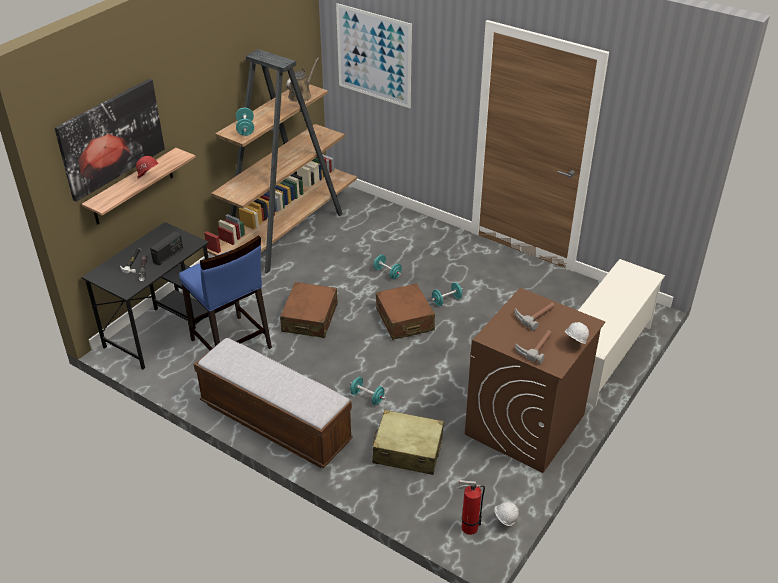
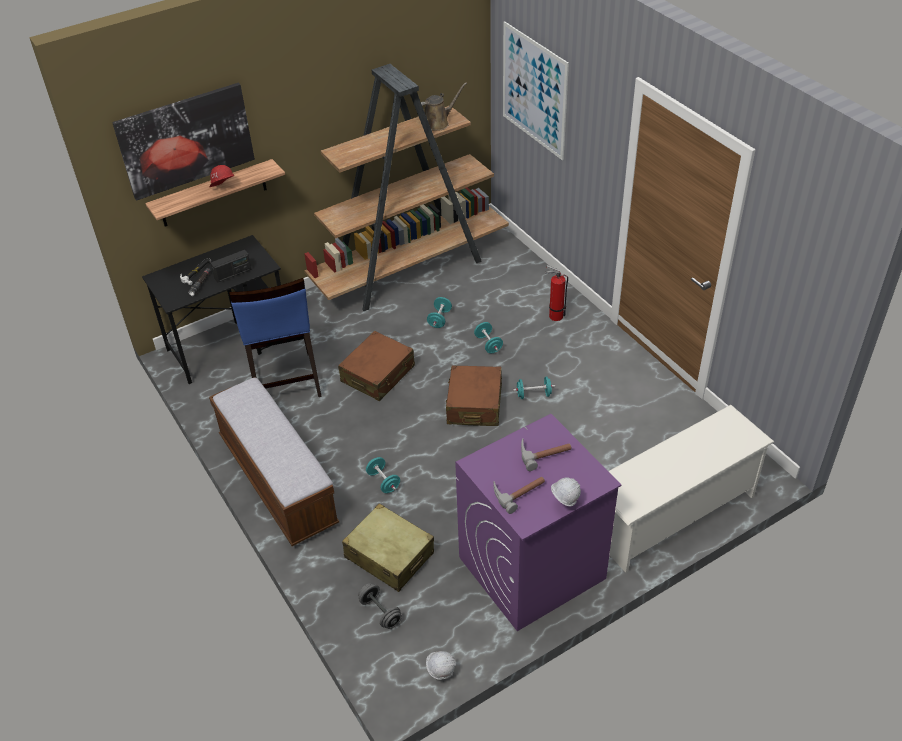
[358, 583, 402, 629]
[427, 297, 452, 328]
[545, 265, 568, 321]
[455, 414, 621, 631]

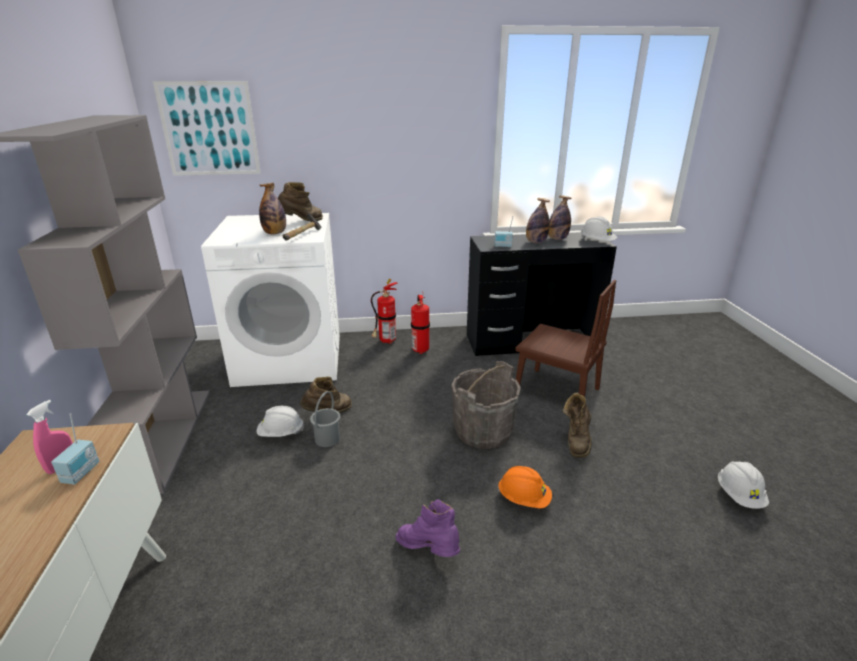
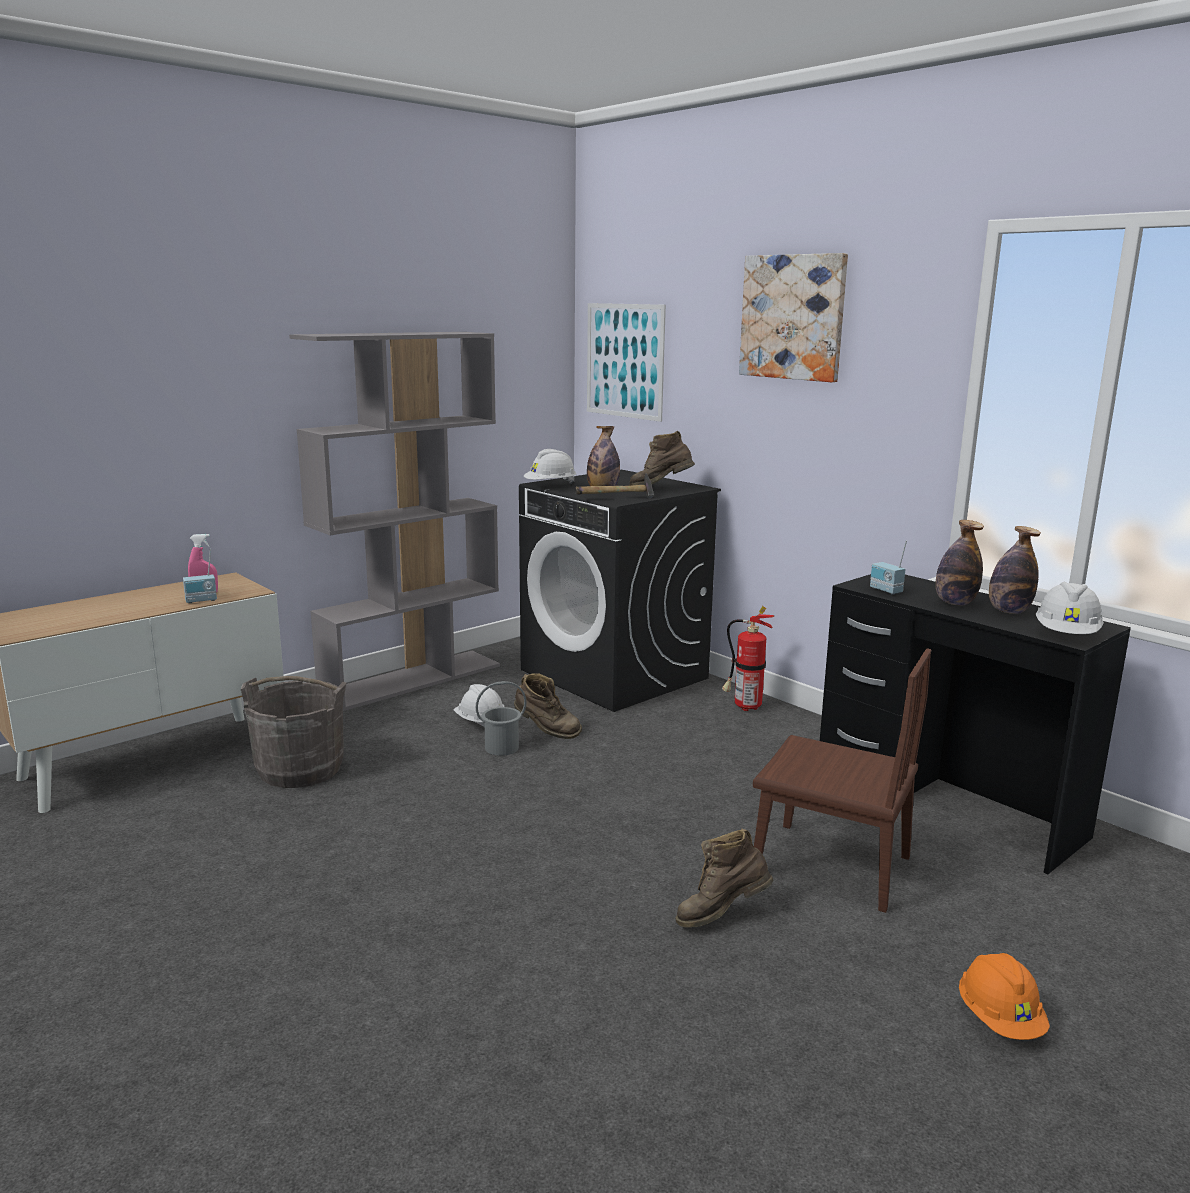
[396, 499, 460, 557] (first image)
[411, 291, 430, 354] (first image)
[739, 253, 848, 382]
[241, 676, 347, 788]
[959, 953, 1050, 1040]
[524, 449, 576, 484]
[519, 470, 721, 712]
[629, 431, 695, 486]
[753, 648, 931, 913]

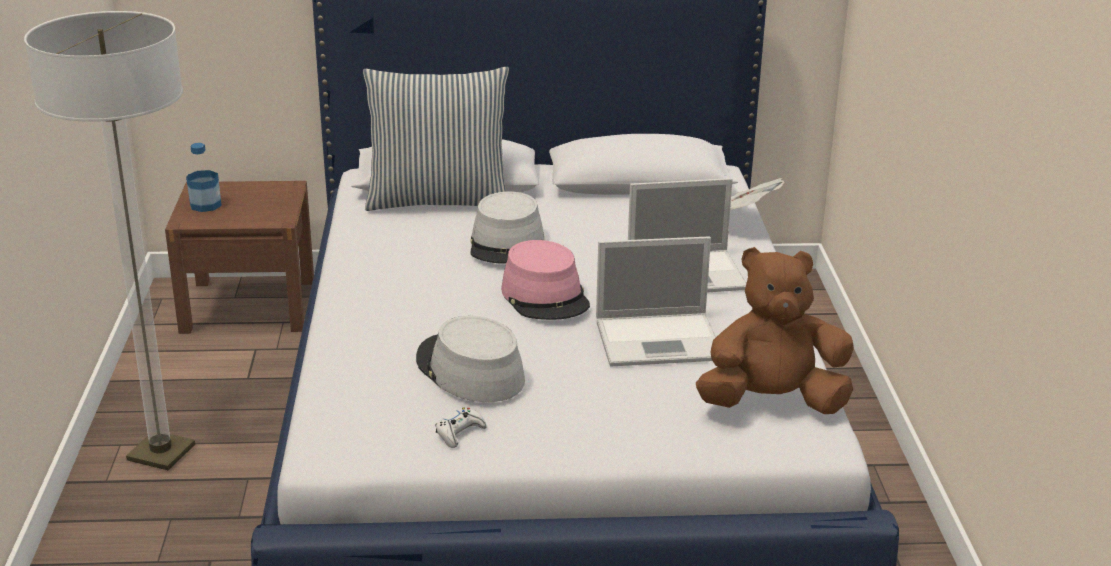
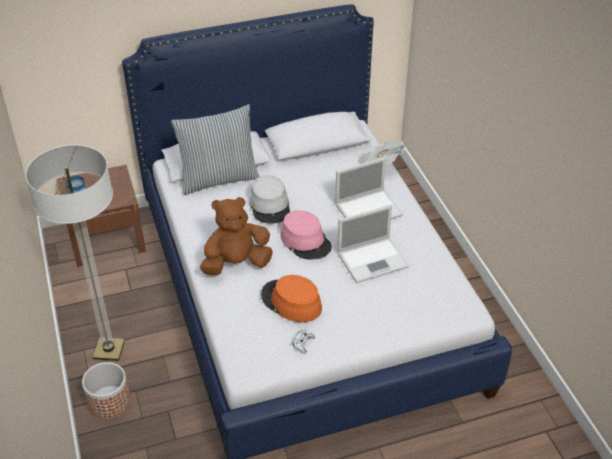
[82, 362, 131, 419]
[200, 197, 273, 276]
[261, 275, 322, 322]

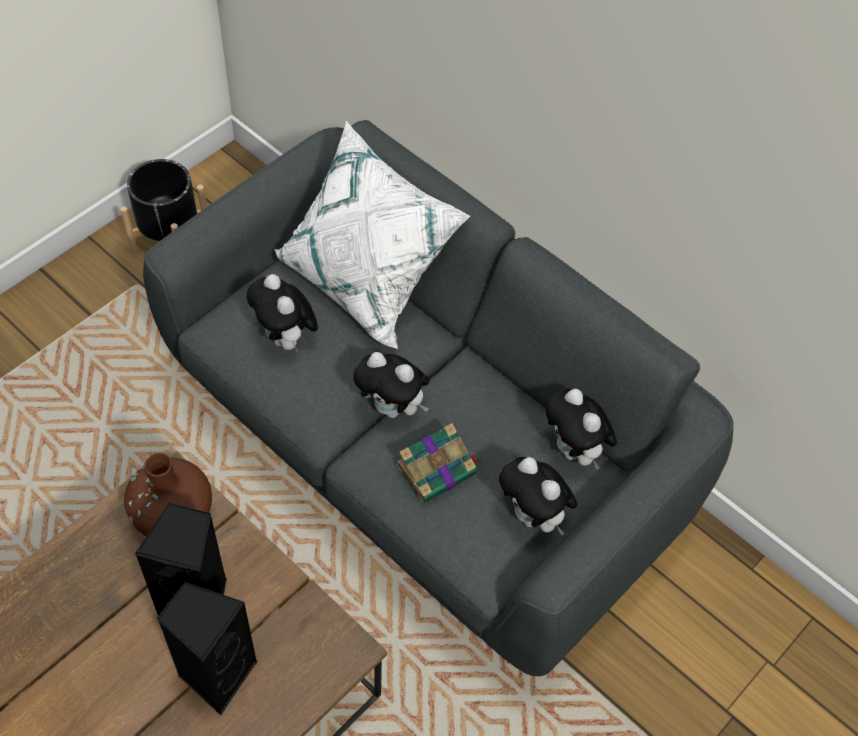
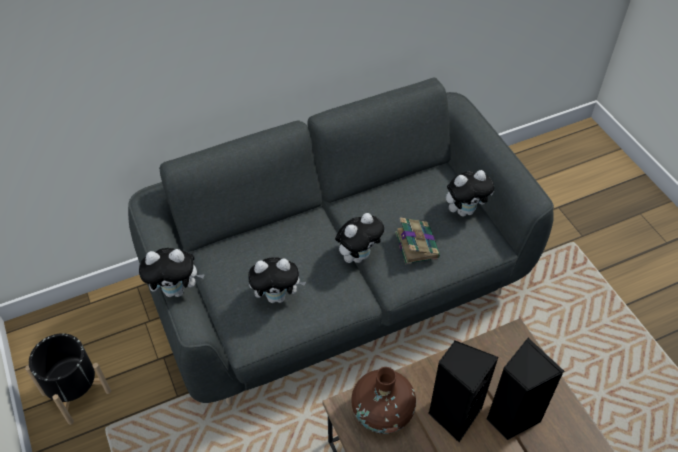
[274, 121, 470, 350] (first image)
[139, 248, 205, 297]

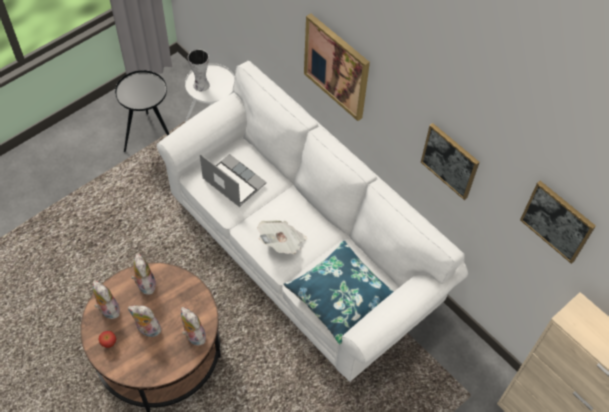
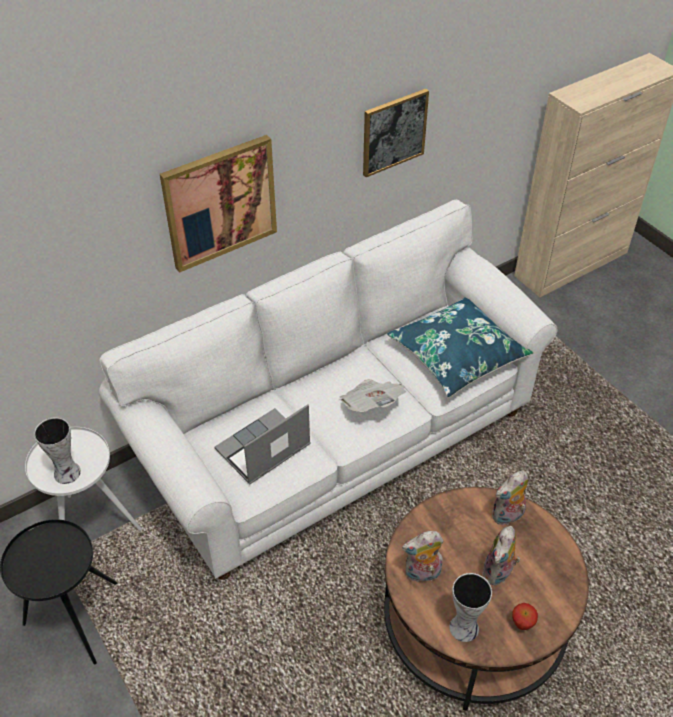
[520, 181, 596, 264] (first image)
[449, 573, 492, 642]

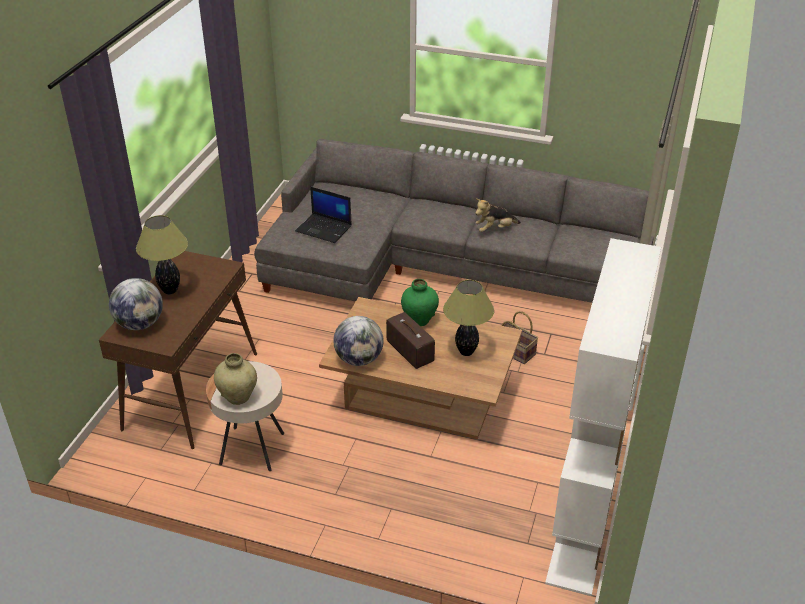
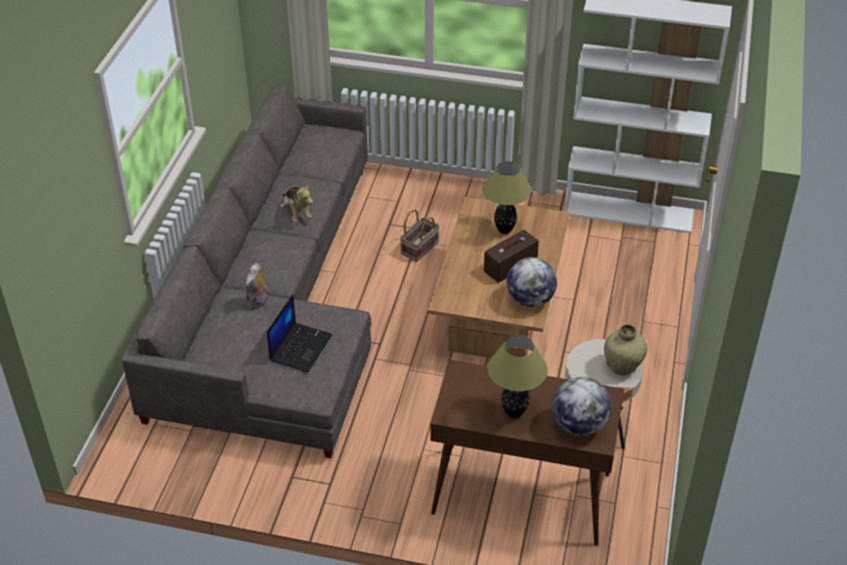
[401, 279, 439, 326] (first image)
[245, 263, 268, 310]

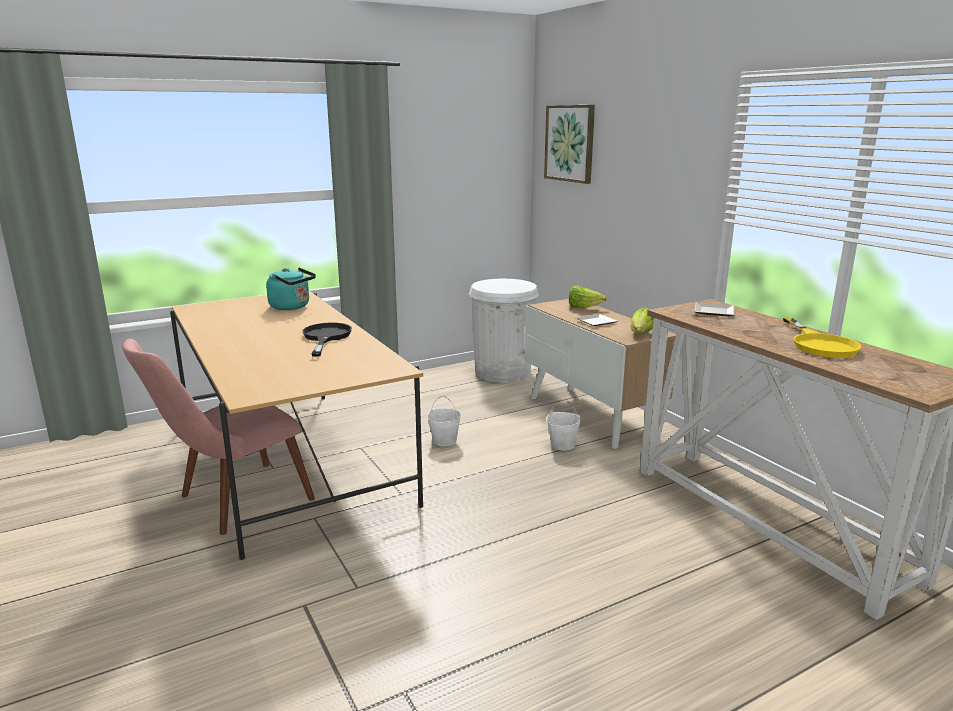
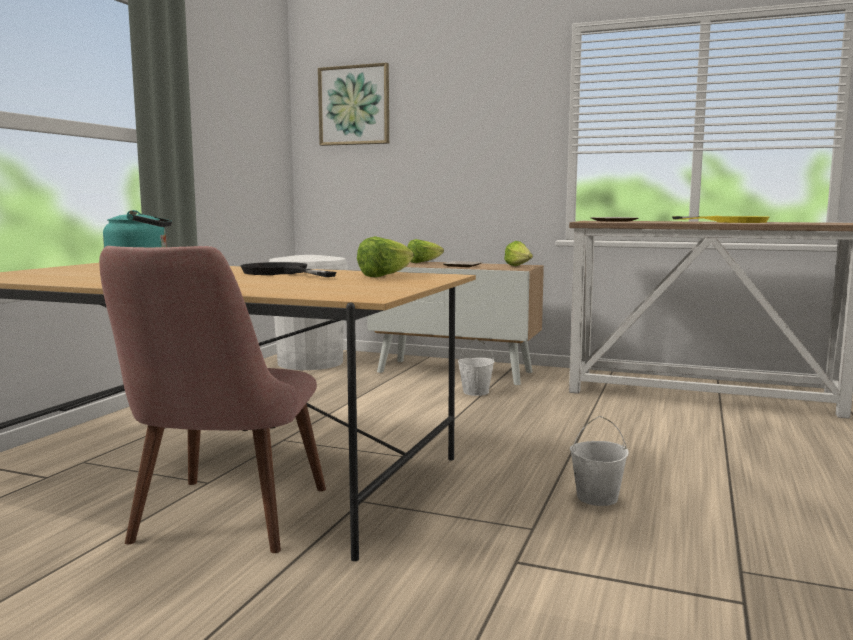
[357, 236, 414, 277]
[570, 416, 629, 506]

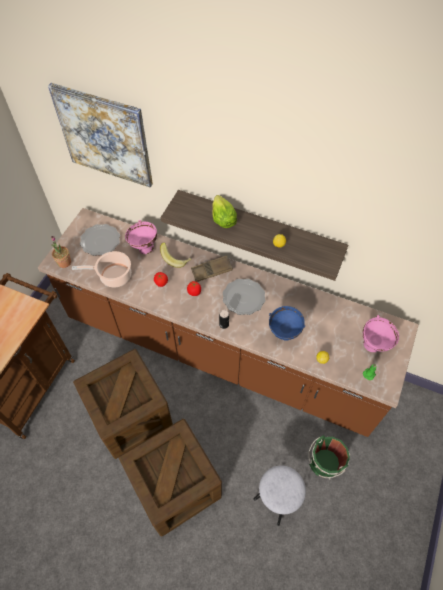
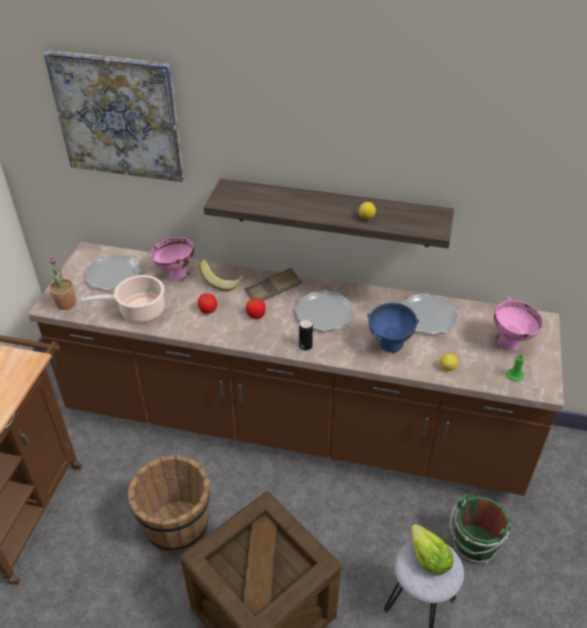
[401, 293, 459, 334]
[411, 524, 454, 575]
[128, 455, 210, 554]

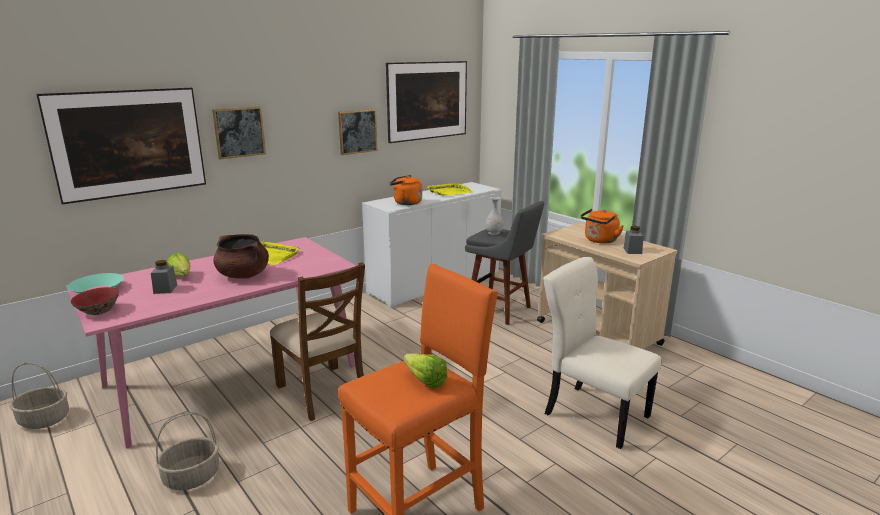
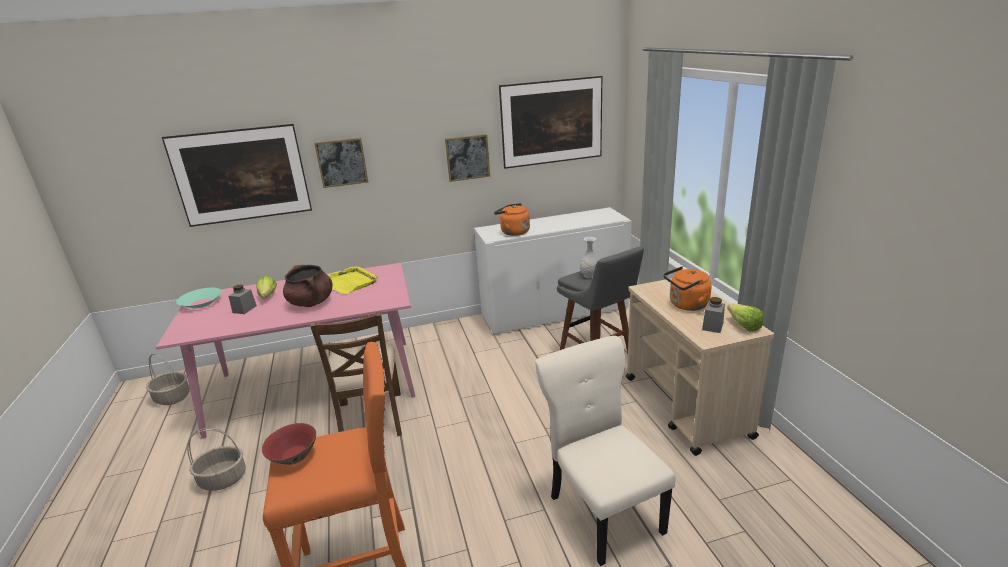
[427, 183, 473, 196] (first image)
[262, 423, 316, 465]
[727, 304, 764, 331]

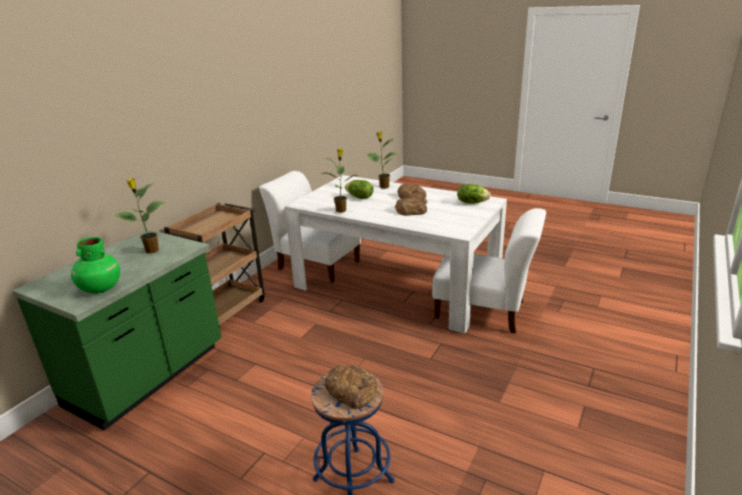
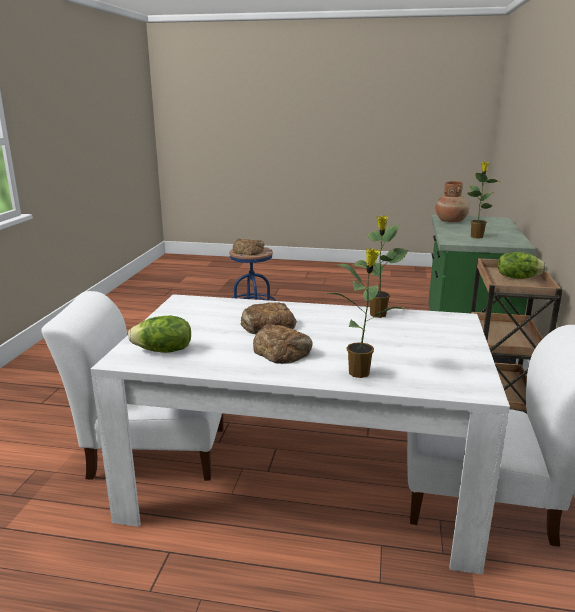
[498, 252, 546, 279]
[436, 181, 469, 222]

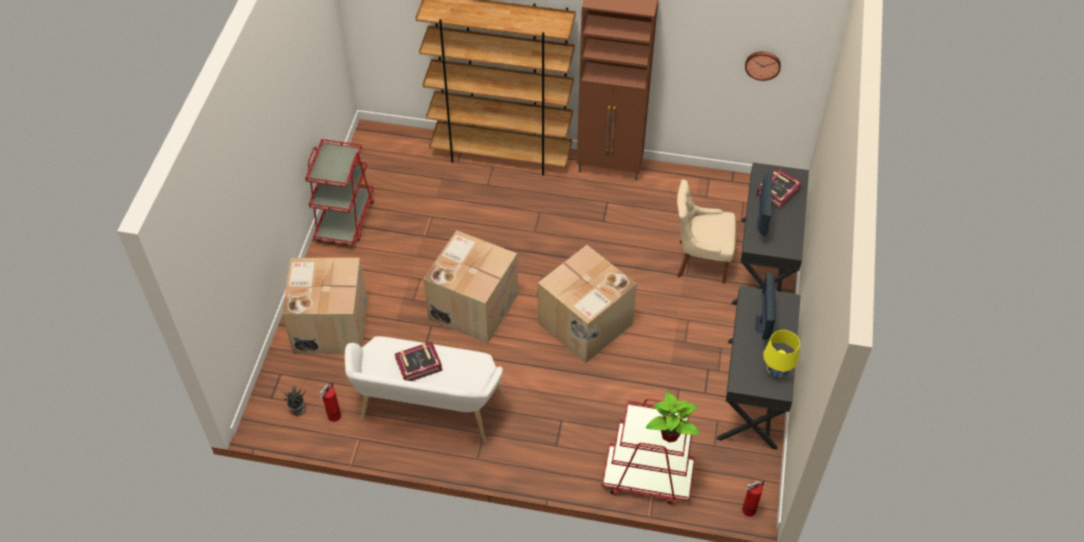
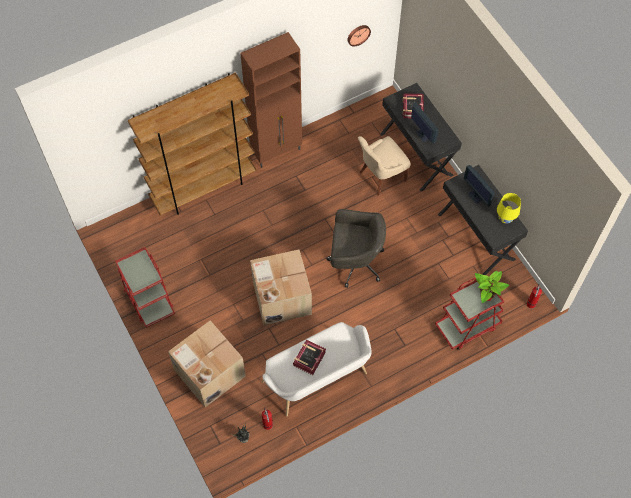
[327, 209, 386, 288]

